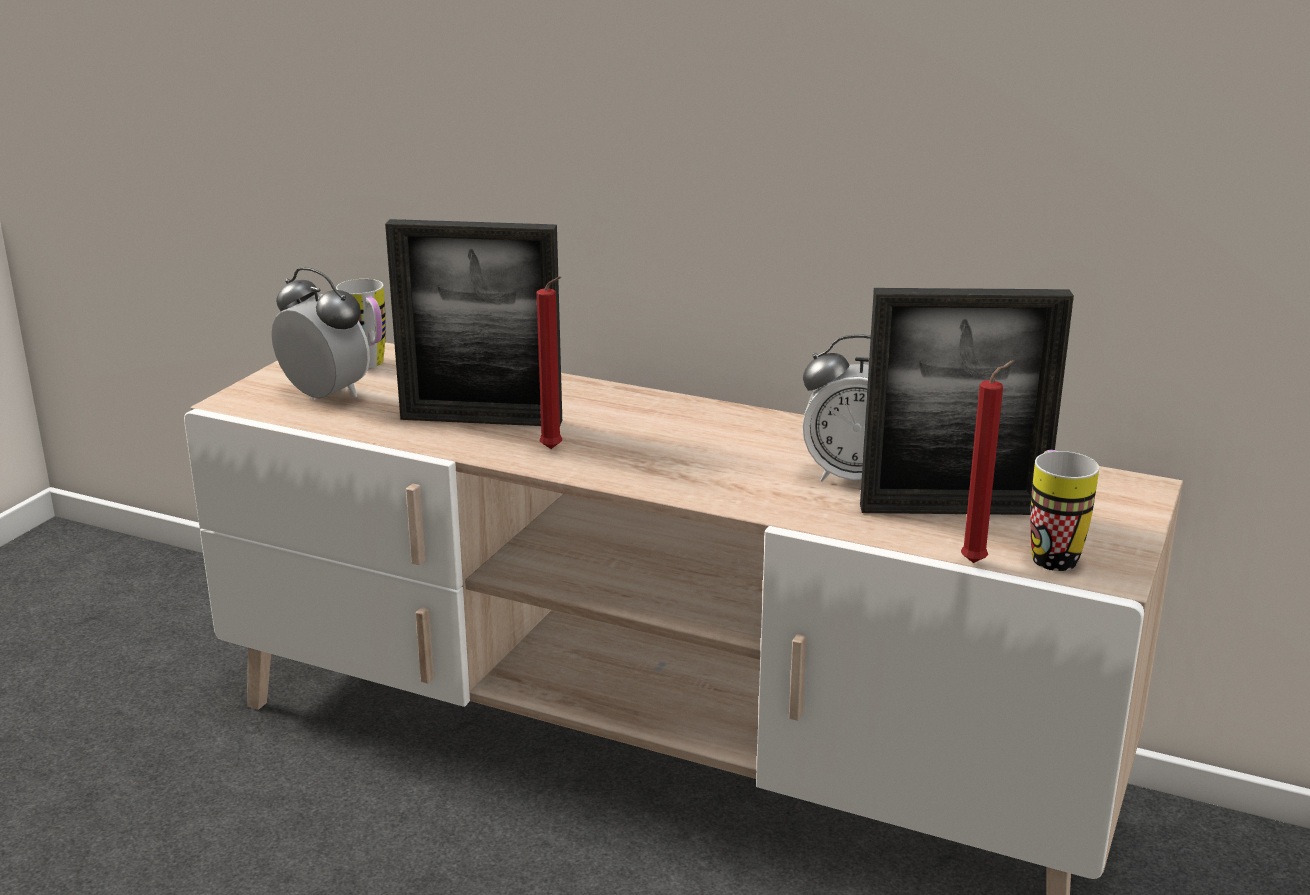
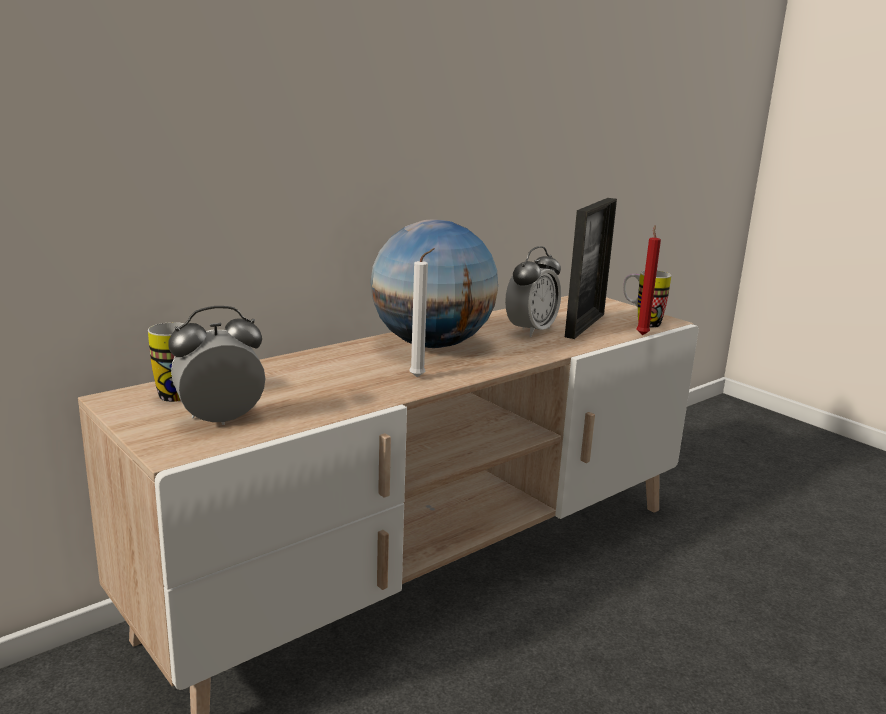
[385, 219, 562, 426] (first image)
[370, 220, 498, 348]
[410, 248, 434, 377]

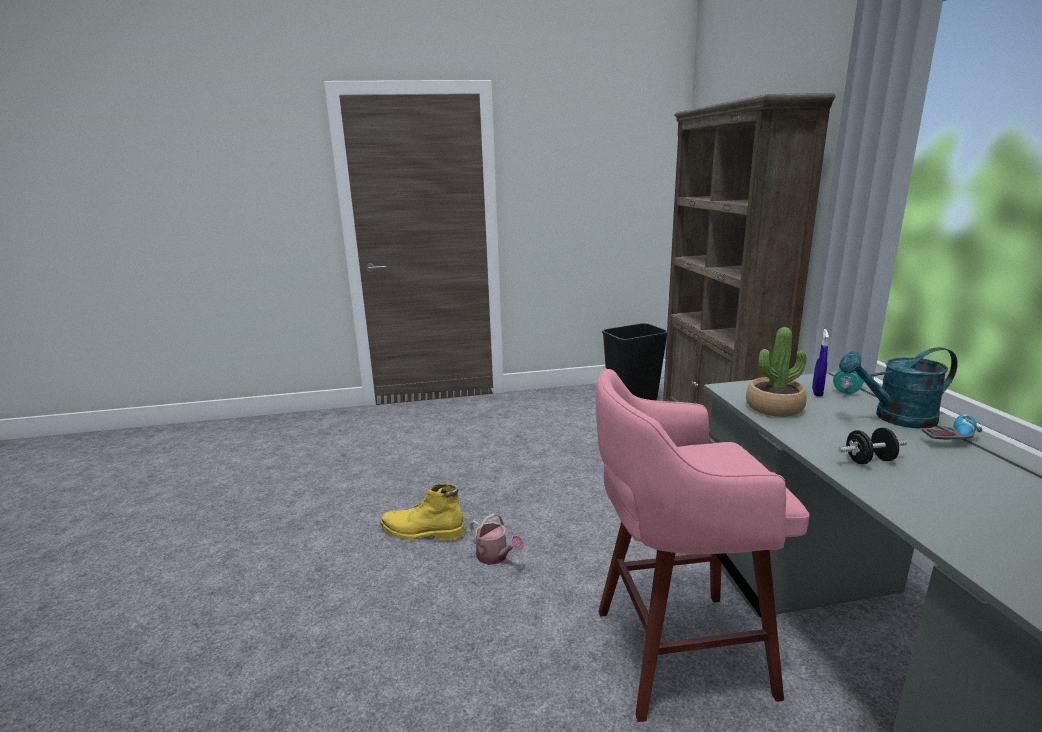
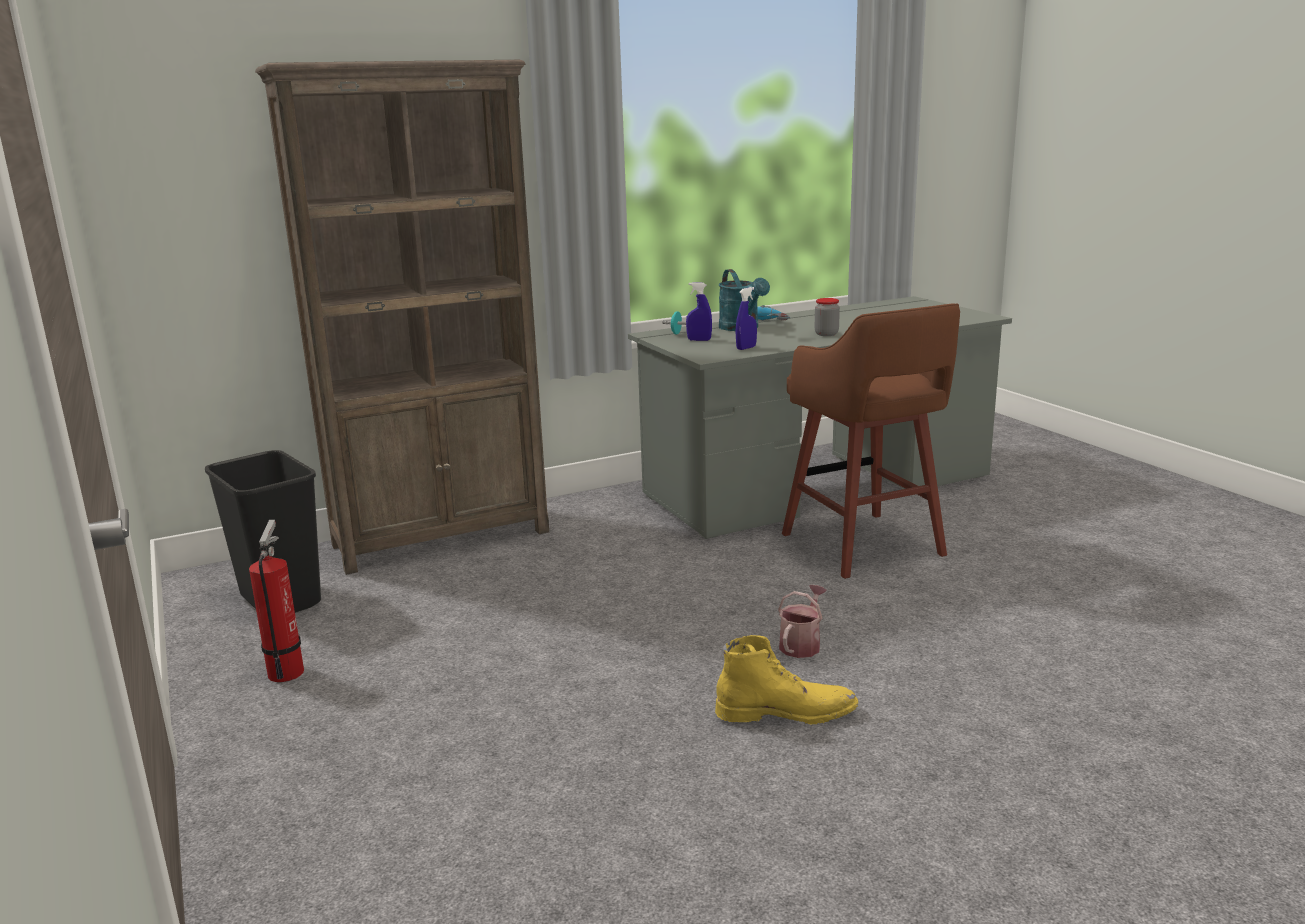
[249, 520, 304, 682]
[736, 287, 757, 350]
[815, 298, 840, 336]
[782, 303, 960, 579]
[715, 635, 858, 724]

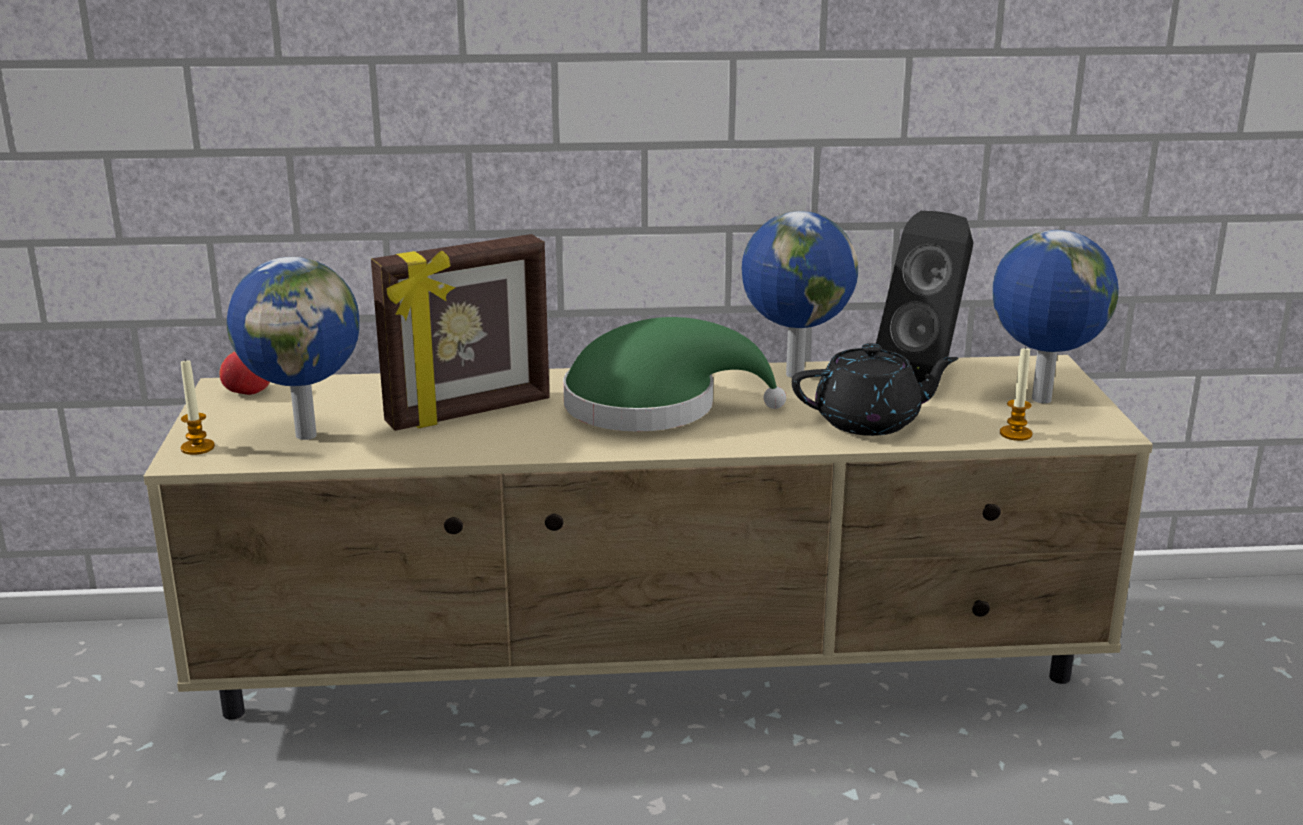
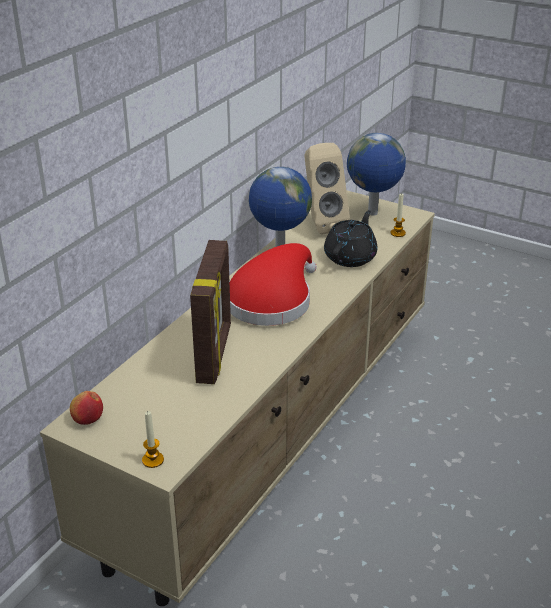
[227, 257, 359, 440] (first image)
[229, 243, 317, 326]
[304, 143, 350, 235]

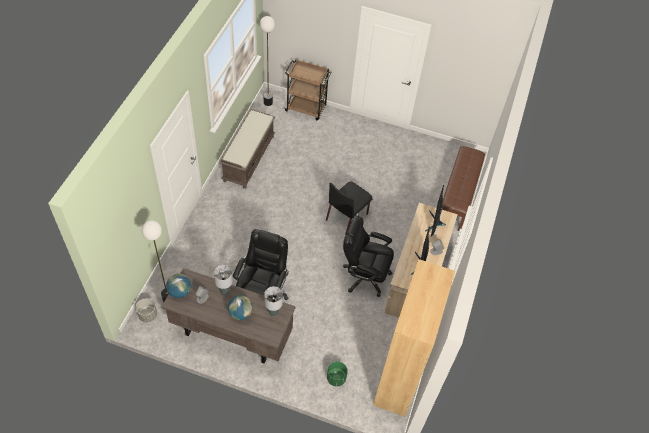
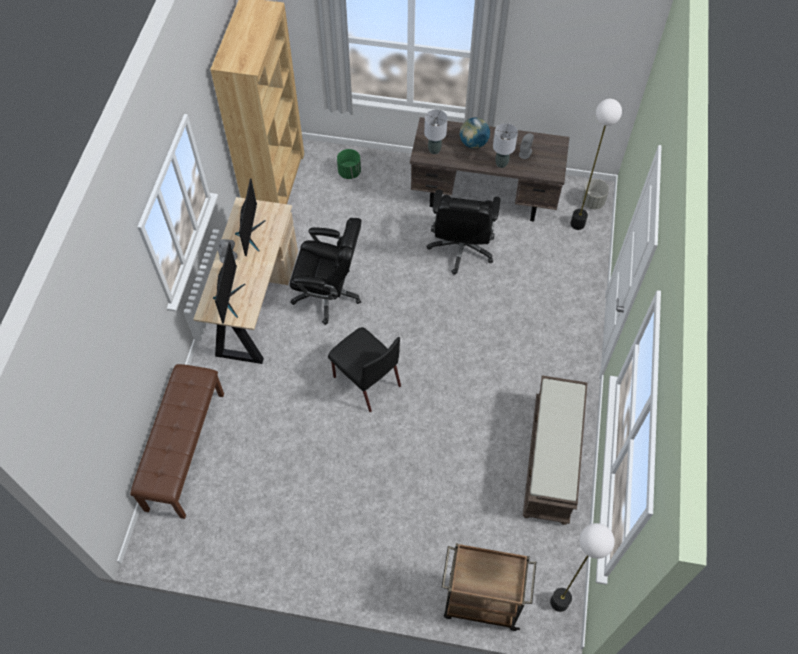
[166, 273, 191, 298] (first image)
[328, 327, 401, 412]

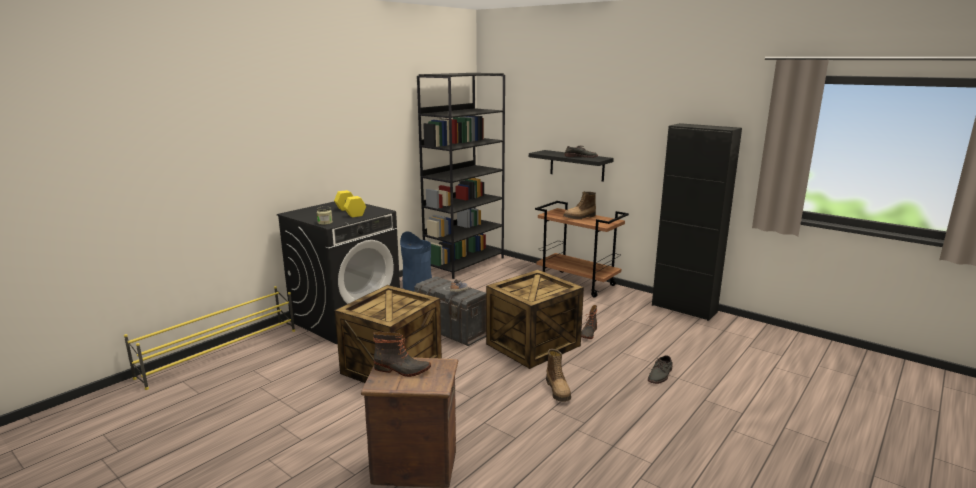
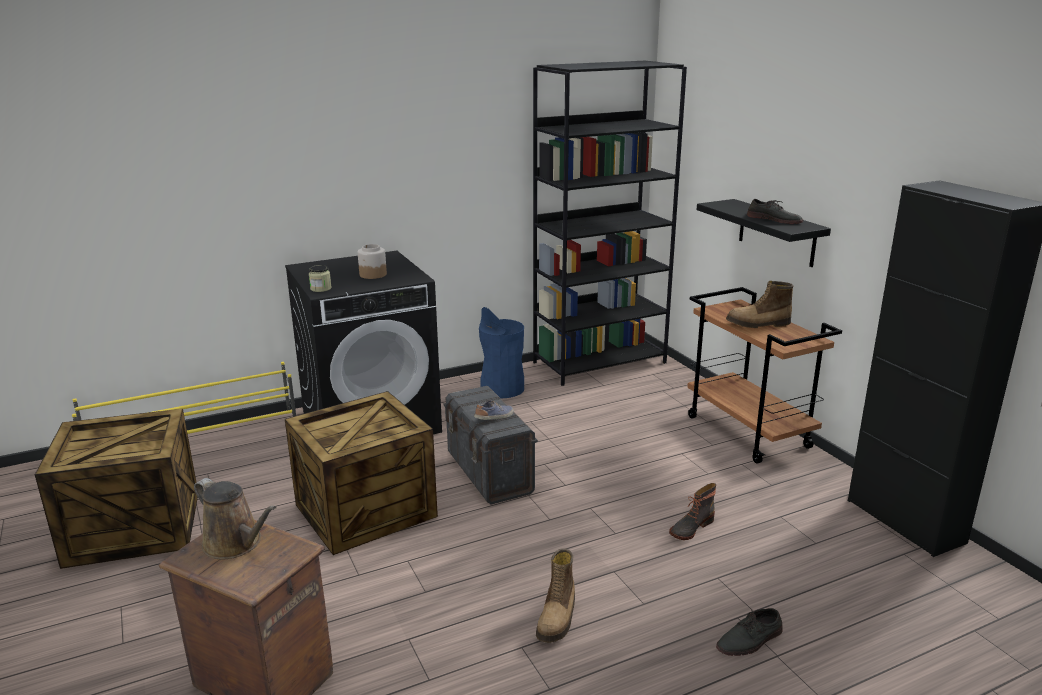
[35, 409, 198, 569]
[358, 244, 387, 279]
[194, 478, 277, 560]

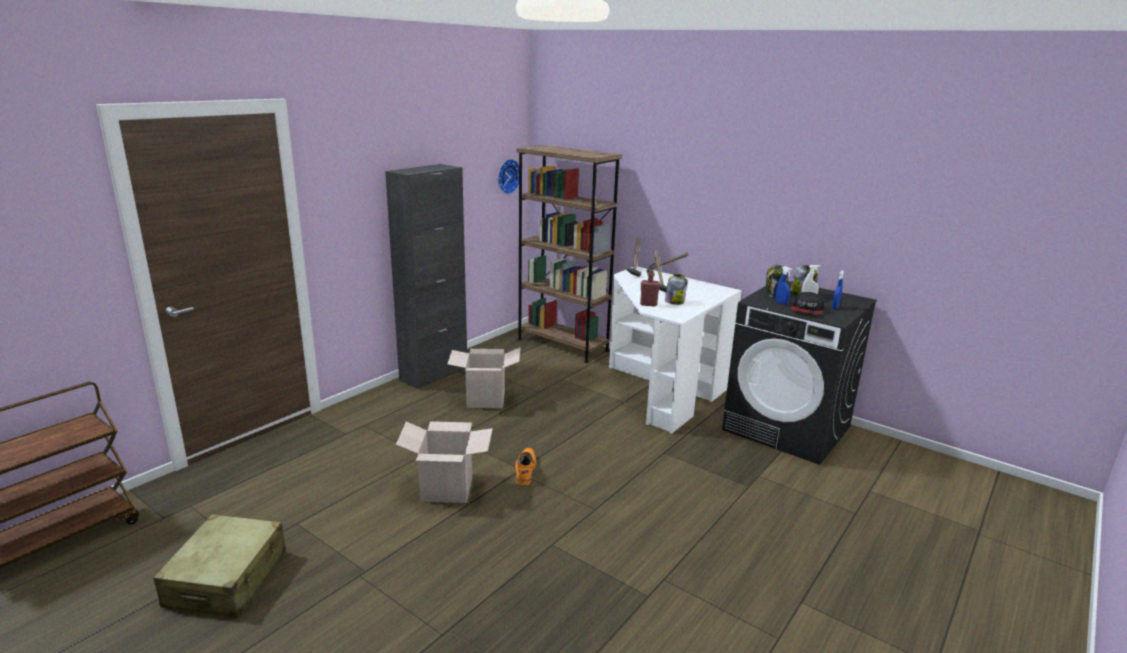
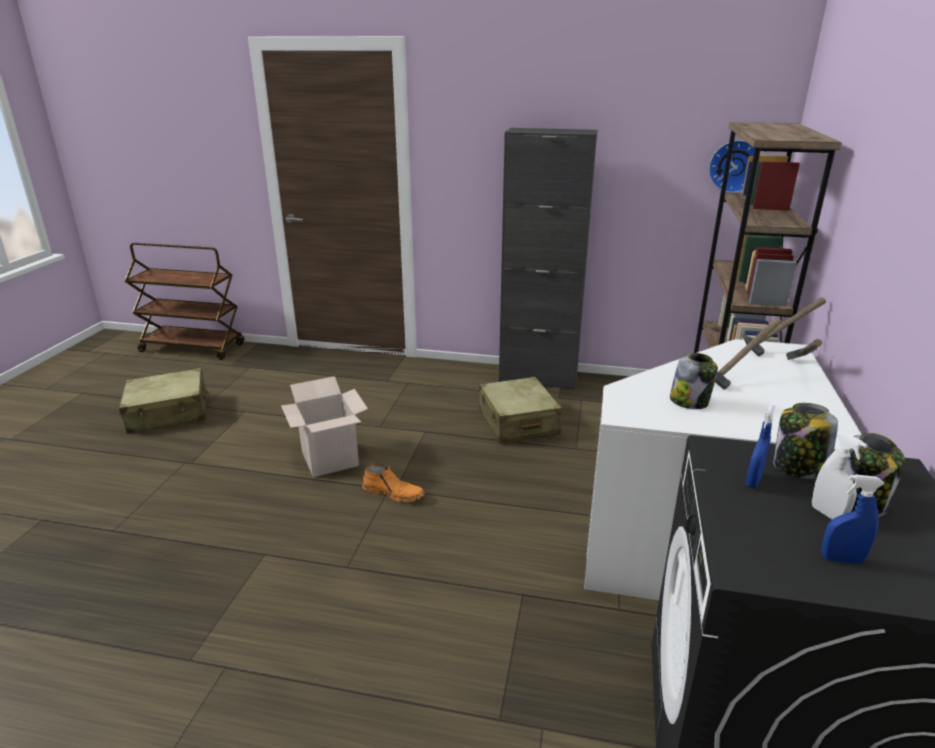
[640, 270, 660, 307] (first image)
[791, 292, 824, 314] (first image)
[479, 377, 562, 443]
[362, 463, 425, 502]

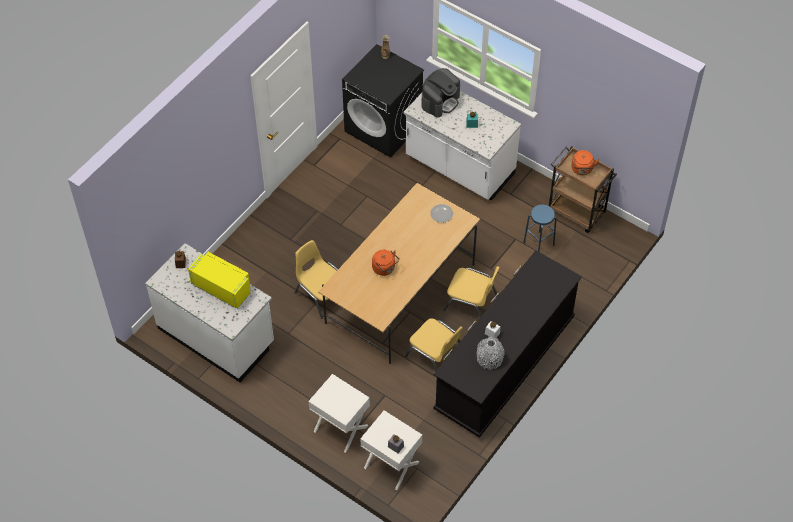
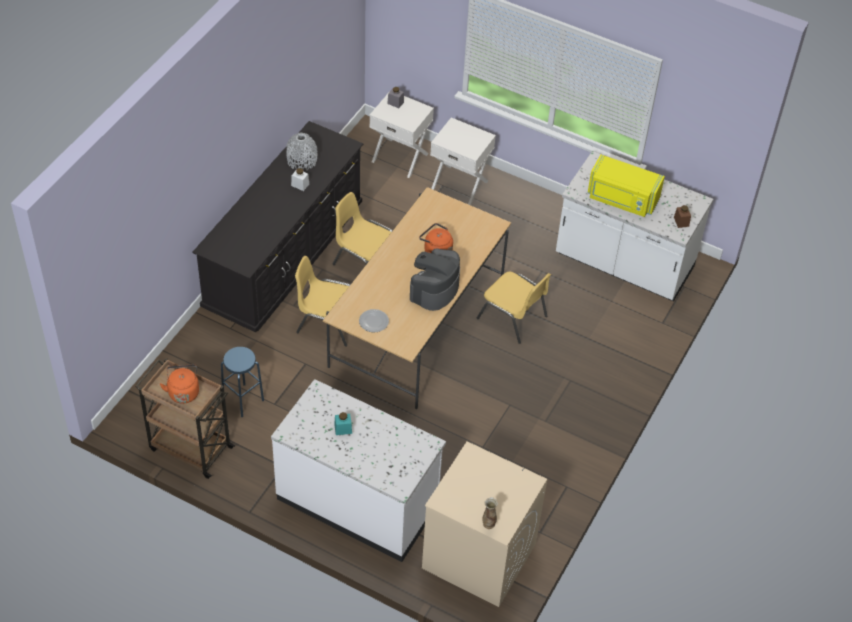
[410, 248, 460, 311]
[422, 441, 547, 607]

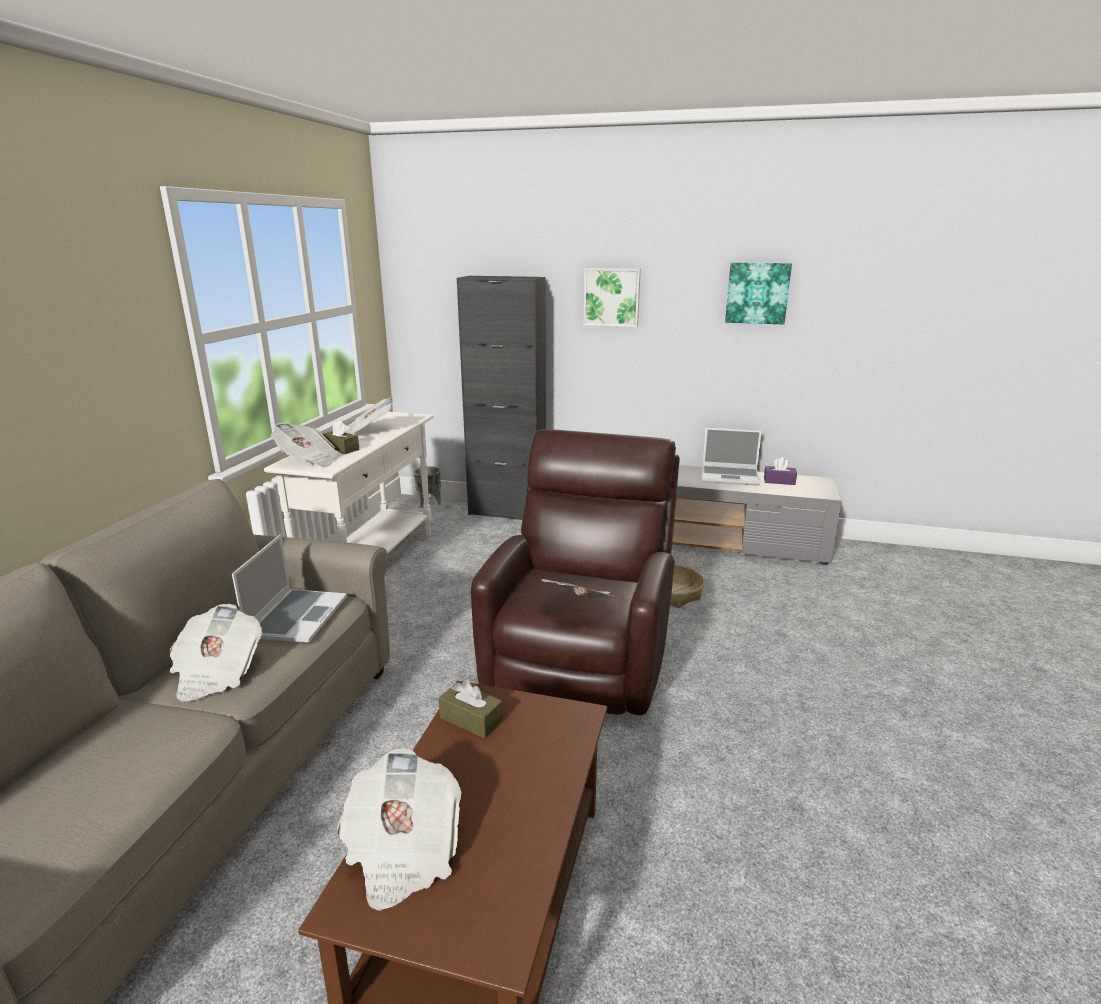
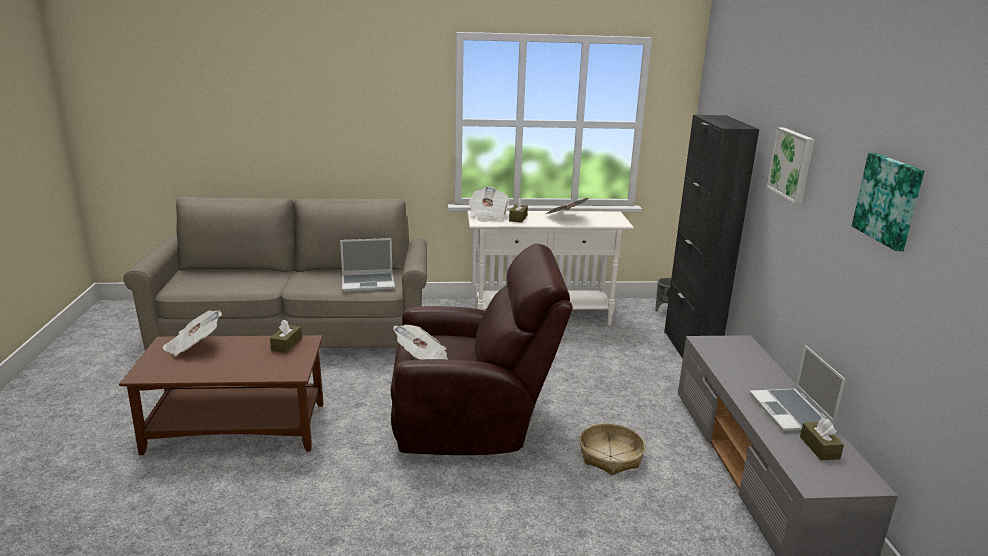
[169, 604, 262, 702] (first image)
[800, 417, 844, 460]

